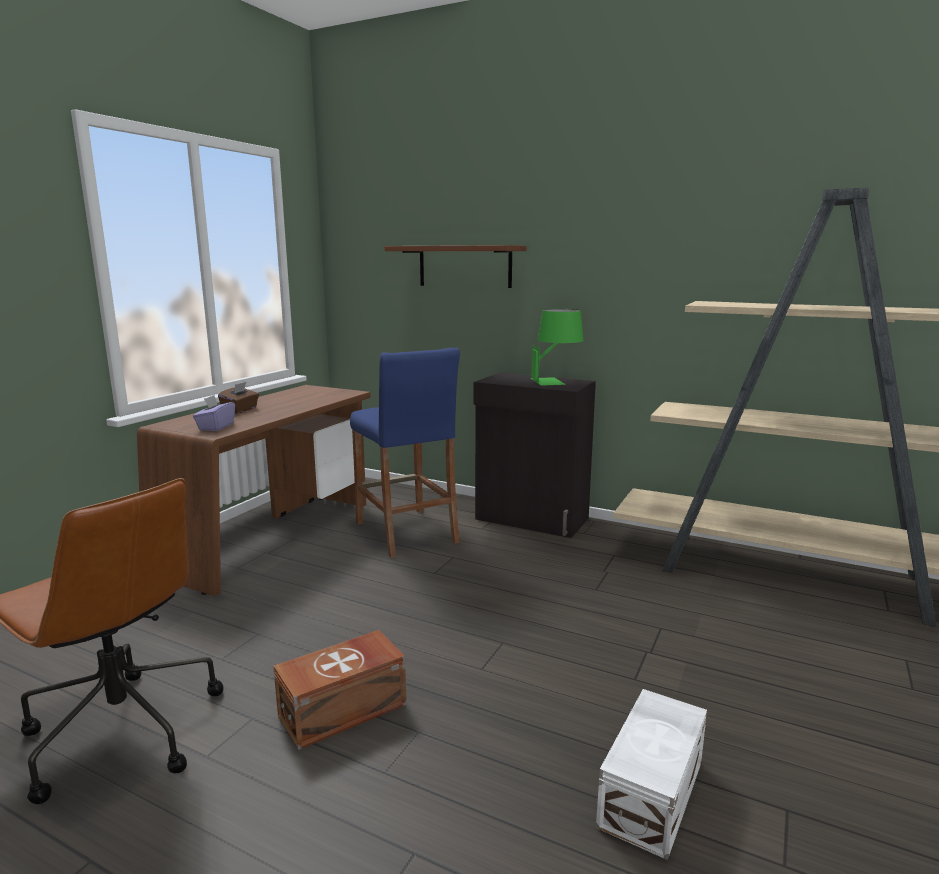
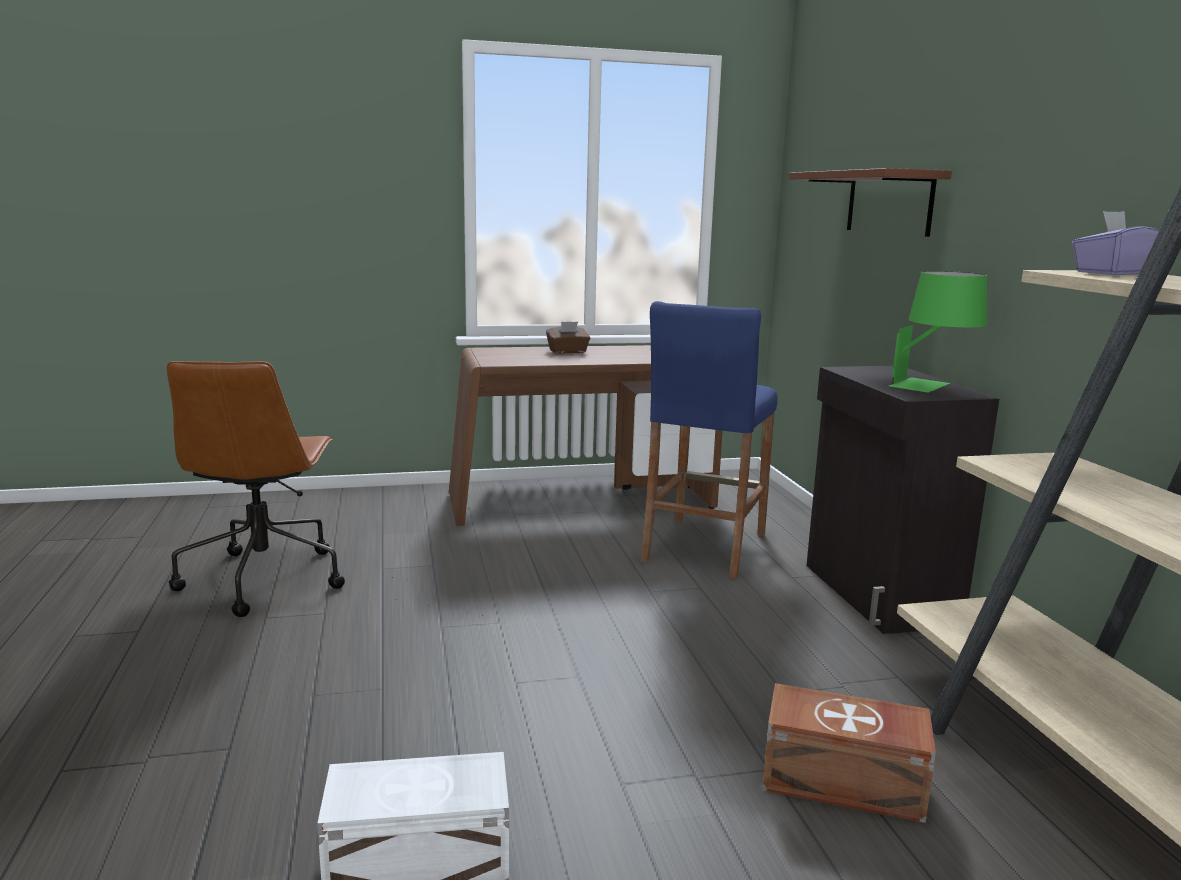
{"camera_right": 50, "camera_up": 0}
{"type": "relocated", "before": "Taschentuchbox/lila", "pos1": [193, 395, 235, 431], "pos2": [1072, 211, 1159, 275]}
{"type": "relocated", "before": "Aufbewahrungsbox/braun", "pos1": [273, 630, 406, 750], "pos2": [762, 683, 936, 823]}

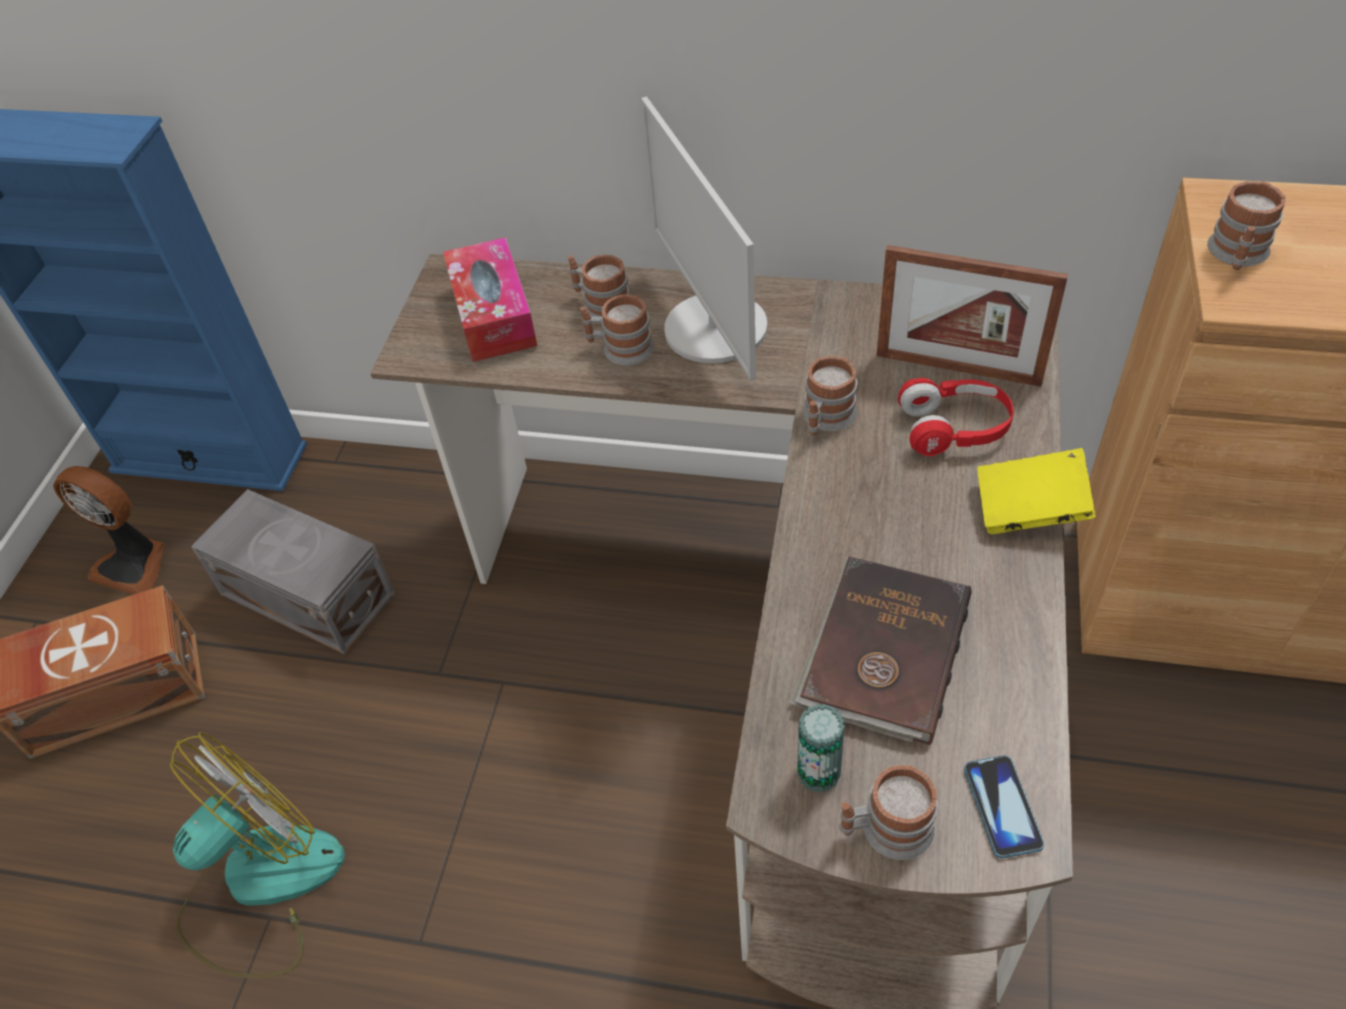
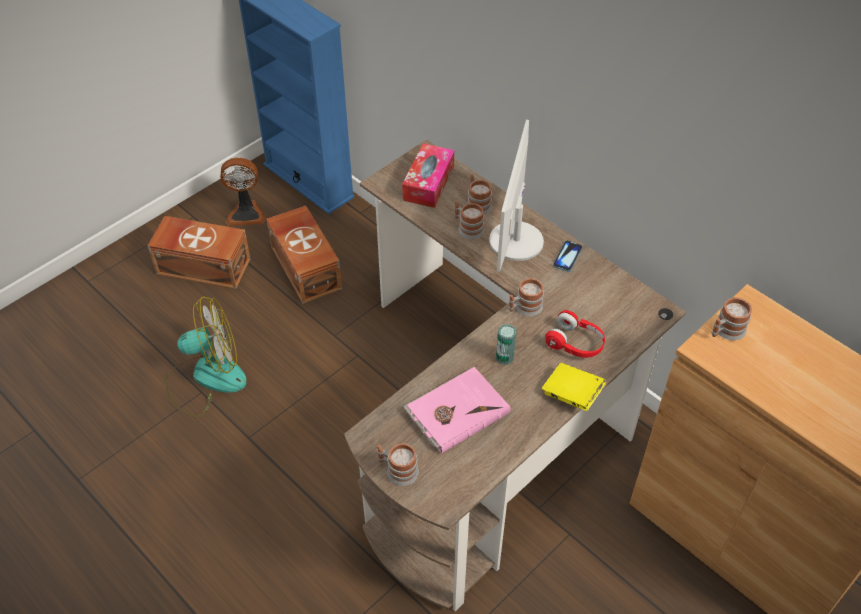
{"camera_right": 30, "camera_up": 0}
{"type": "missing", "before": "Bilderrahmen", "pos1": [876, 245, 1068, 387]}
{"type": "spun", "before": "Ventilator", "pos1": [53, 466, 164, 595], "pos2": [220, 158, 266, 226], "turn": -60}
{"type": "colour", "before": "Aufbewahrungsbox/grau", "after": "Aufbewahrungsbox/braun", "pos1": [191, 489, 395, 655], "pos2": [267, 206, 342, 304]}
{"type": "colour", "before": "Buch/braun", "after": "Buch/rosa", "pos1": [789, 557, 971, 745], "pos2": [403, 367, 511, 454]}
{"type": "relocated", "before": "Dose", "pos1": [797, 704, 845, 793], "pos2": [496, 324, 517, 365]}
{"type": "relocated", "before": "Handy", "pos1": [964, 755, 1044, 858], "pos2": [553, 240, 583, 272]}

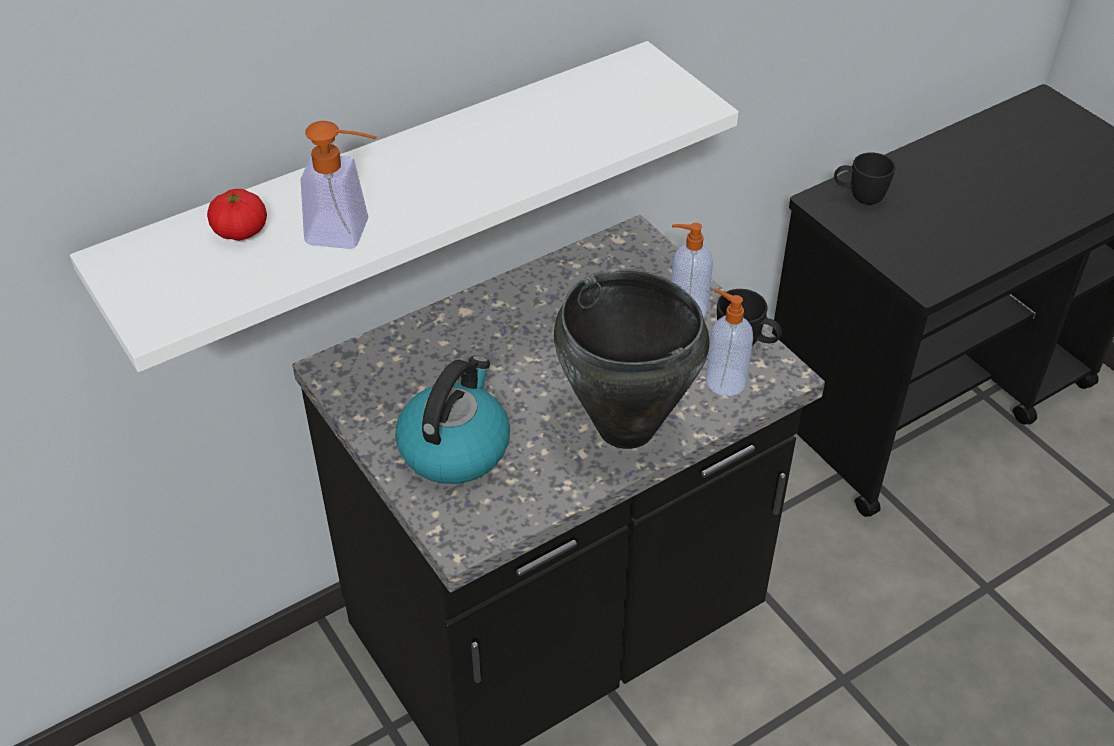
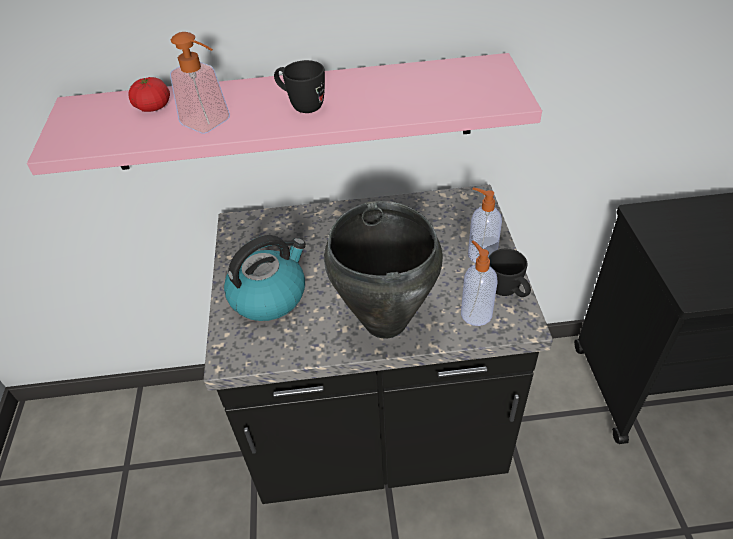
{"camera_right": 30, "camera_up": 0}
{"type": "colour", "before": "Wandregal/weiß", "after": "Wandregal/rosa", "pos1": [70, 41, 739, 372], "pos2": [27, 53, 542, 175]}
{"type": "relocated", "before": "Henkelbecher/schwarz", "pos1": [834, 152, 895, 205], "pos2": [274, 60, 325, 113]}

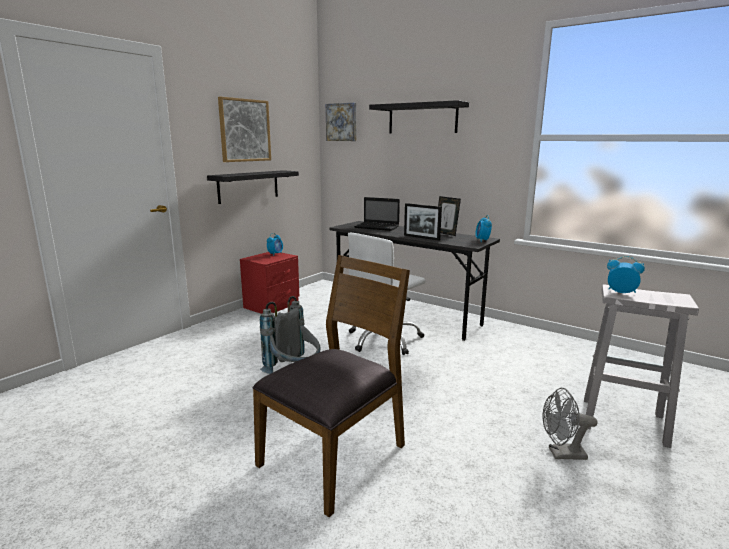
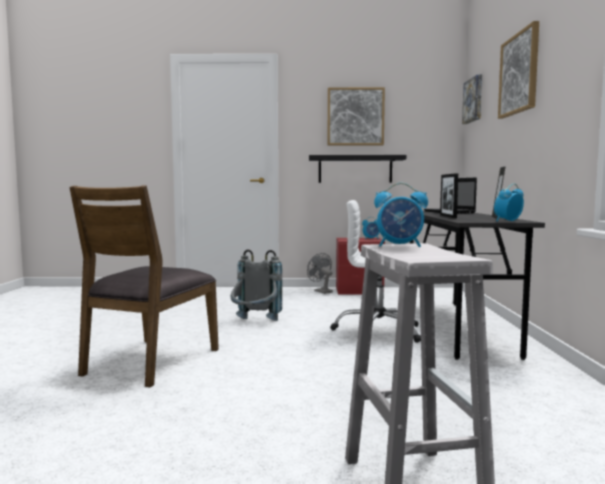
{"camera_right": 55, "camera_up": -10}
{"type": "exchanged", "before": "Wandregal/schwarz", "after": "Bild", "pos1": [369, 100, 469, 133], "pos2": [498, 21, 539, 119]}
{"type": "spun", "before": "Stuhl/braun", "pos1": [252, 255, 410, 517], "pos2": [69, 185, 219, 387], "turn": 105}
{"type": "spun", "before": "Wecker", "pos1": [607, 256, 645, 293], "pos2": [374, 183, 428, 247], "turn": 105}
{"type": "relocated", "before": "Ventilator/grau", "pos1": [542, 388, 597, 460], "pos2": [307, 253, 333, 294]}

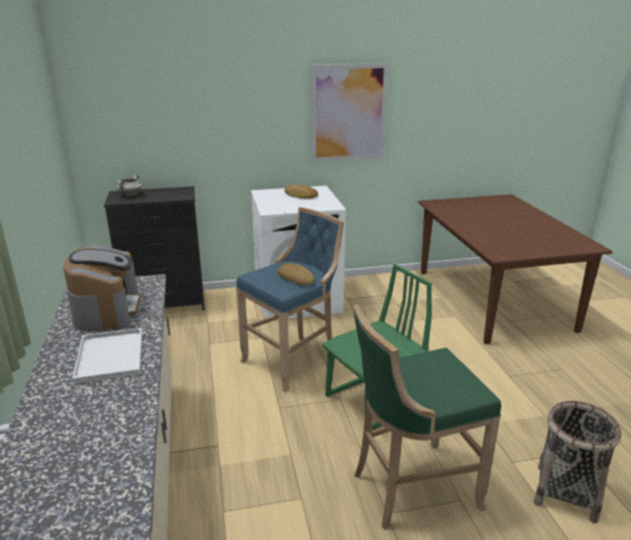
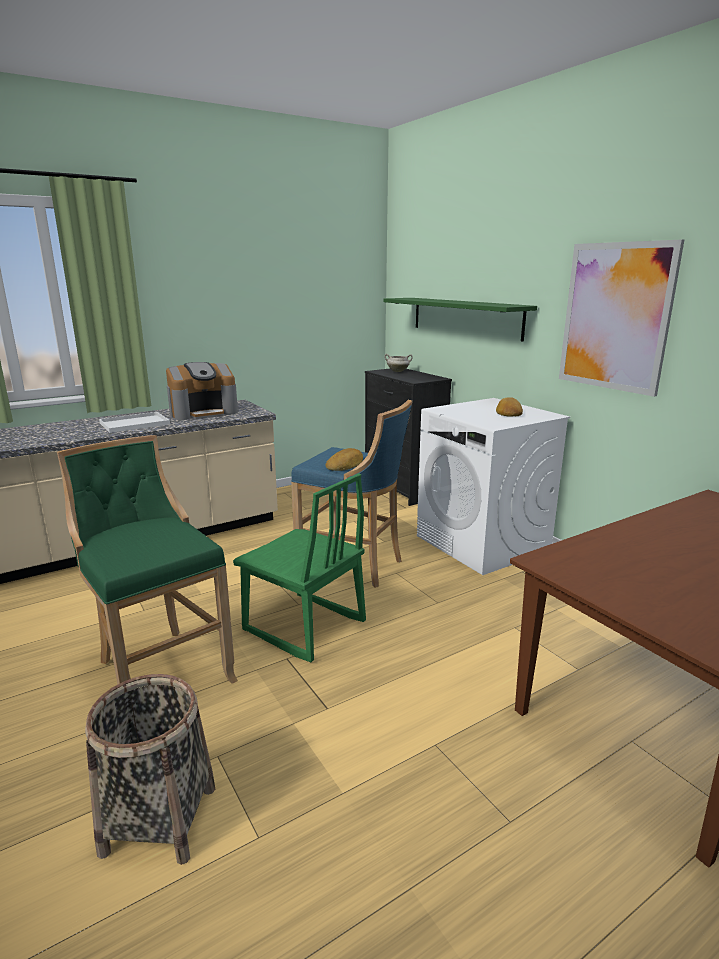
{"camera_right": 70, "camera_up": -5}
{"type": "appeared", "after": "Wandregal/grün", "pos2": [383, 298, 537, 342]}

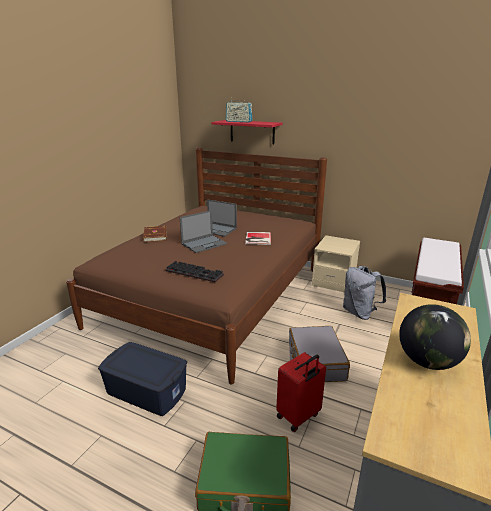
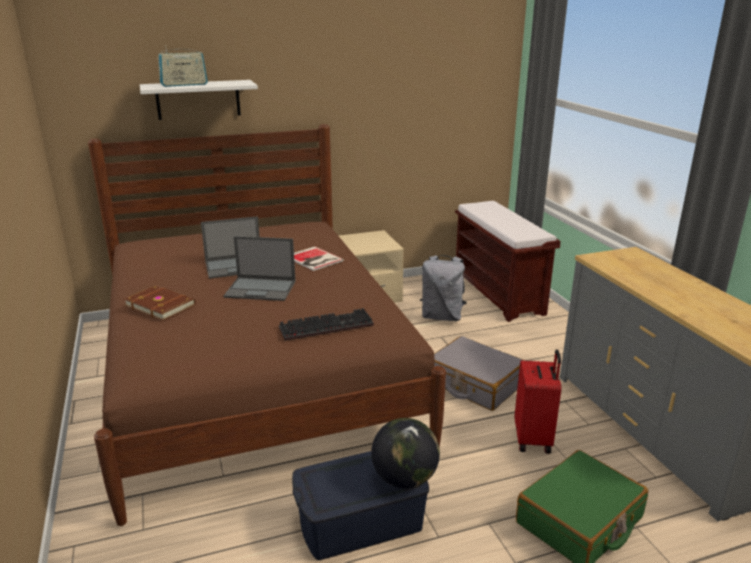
{"camera_right": -45, "camera_up": 0}
{"type": "colour", "before": "Wandregal/rot", "after": "Wandregal/weiß", "pos1": [211, 120, 282, 144], "pos2": [140, 80, 258, 120]}
{"type": "spun", "before": "Laptop", "pos1": [180, 210, 227, 253], "pos2": [223, 236, 296, 301], "turn": 90}
{"type": "relocated", "before": "Globus", "pos1": [399, 304, 471, 370], "pos2": [371, 418, 440, 489]}

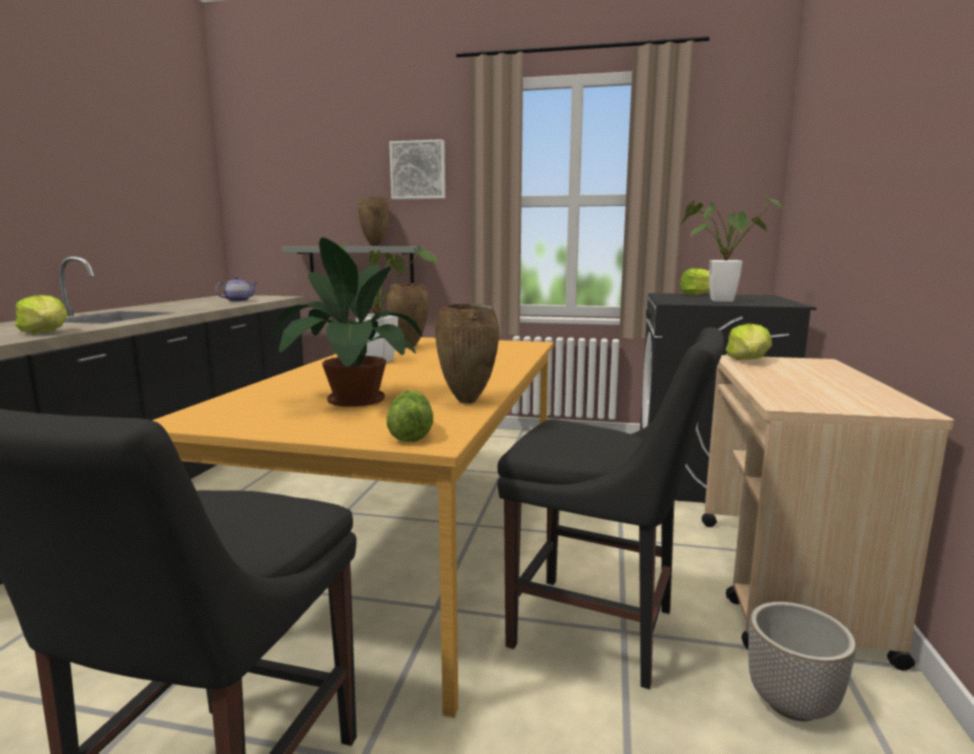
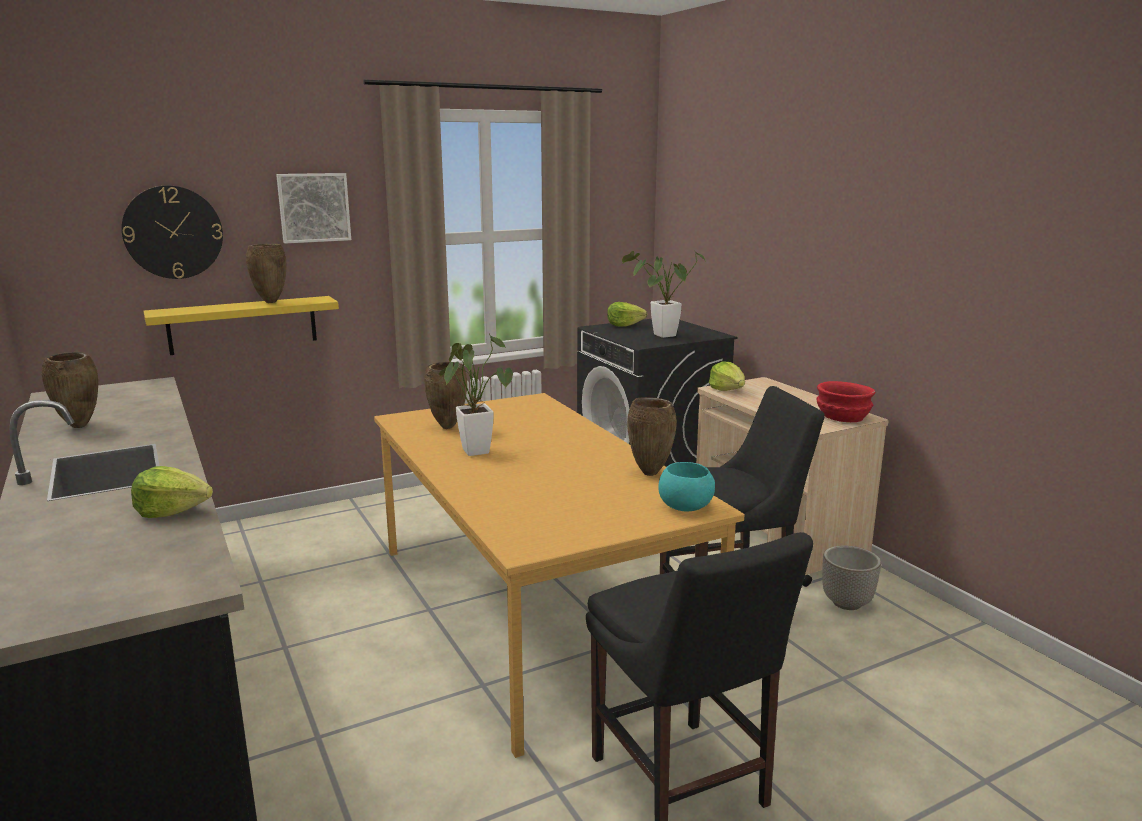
{"camera_right": -40, "camera_up": 5}
{"type": "missing", "before": "Topfpflanze", "pos1": [274, 238, 423, 407]}
{"type": "colour", "before": "Wandregal/grau", "after": "Wandregal/gelb", "pos1": [281, 246, 426, 283], "pos2": [144, 296, 339, 355]}
{"type": "missing", "before": "Teekanne", "pos1": [216, 276, 257, 302]}
{"type": "exchanged", "before": "Salatkopf", "after": "Schüssel/türkis", "pos1": [386, 390, 433, 442], "pos2": [658, 462, 715, 511]}
{"type": "appeared", "after": "Wanduhr", "pos2": [122, 185, 223, 279]}
{"type": "appeared", "after": "Vase/braun", "pos2": [42, 352, 98, 428]}
{"type": "appeared", "after": "Schüssel/rot", "pos2": [817, 381, 875, 422]}

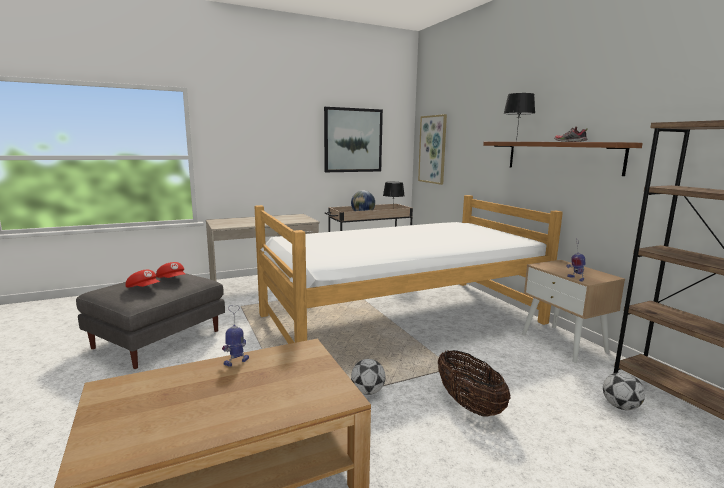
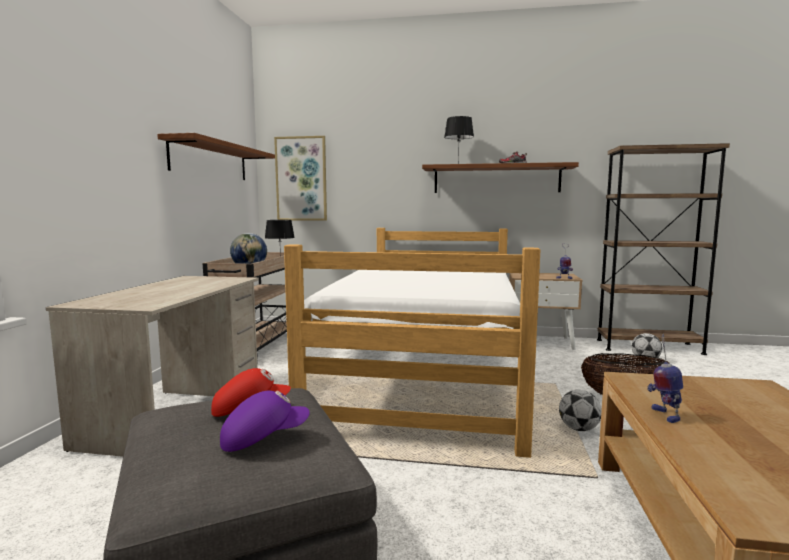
{"camera_right": -55, "camera_up": -5}
{"type": "exchanged", "before": "Bild", "after": "Wandregal", "pos1": [324, 107, 383, 172], "pos2": [157, 133, 275, 180]}
{"type": "colour", "before": "Kappe/rot", "after": "Kappe/lila", "pos1": [126, 270, 160, 288], "pos2": [220, 391, 310, 452]}

